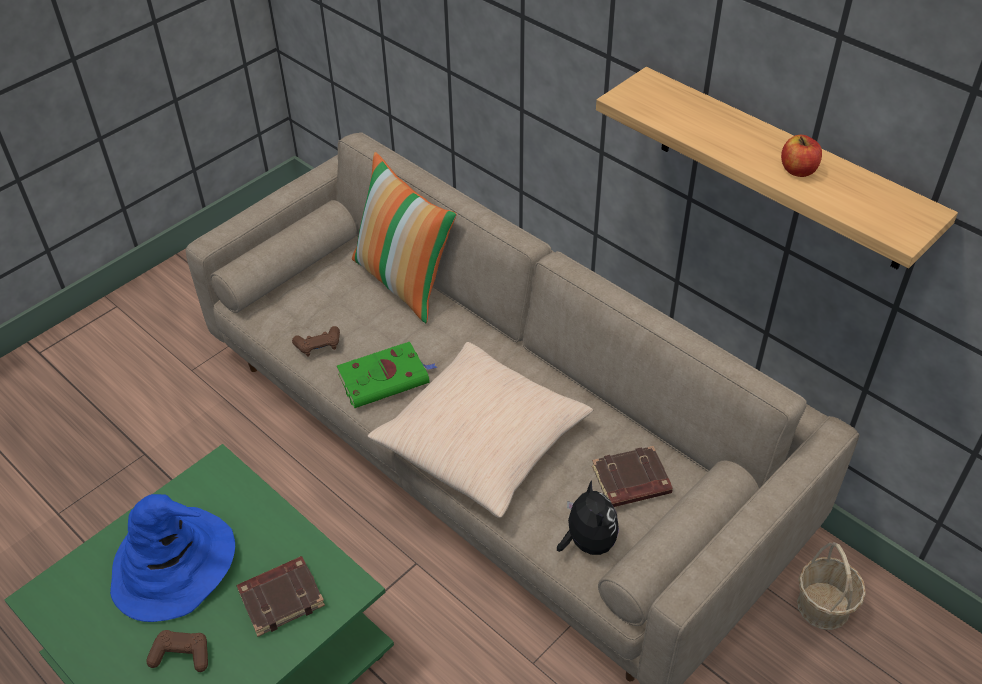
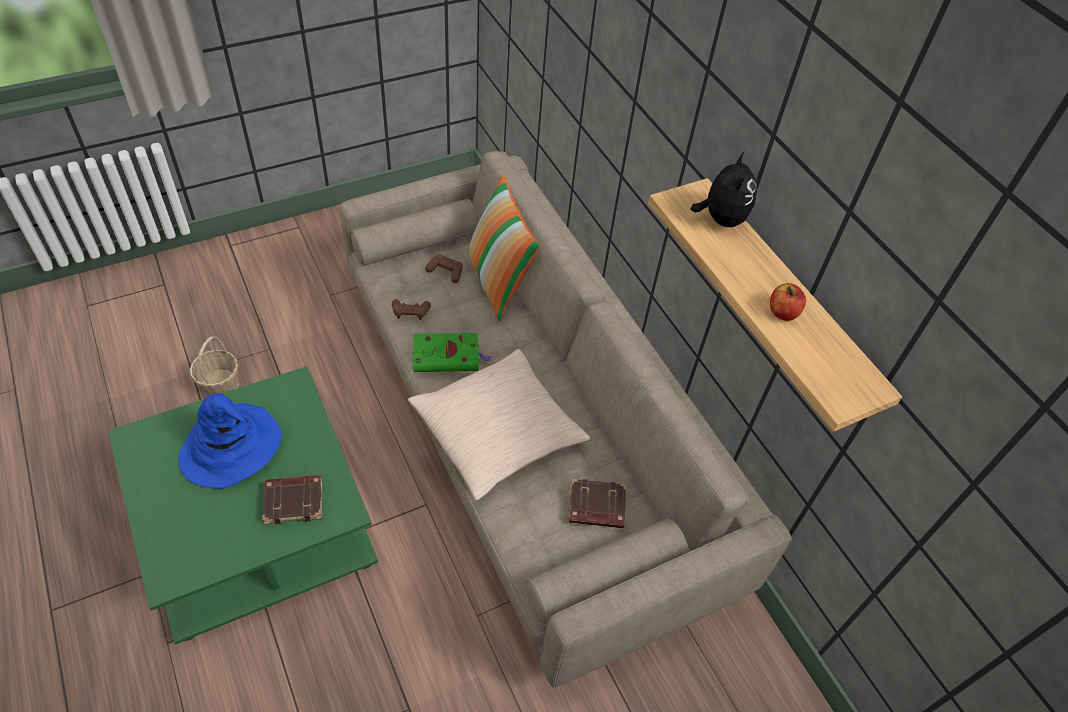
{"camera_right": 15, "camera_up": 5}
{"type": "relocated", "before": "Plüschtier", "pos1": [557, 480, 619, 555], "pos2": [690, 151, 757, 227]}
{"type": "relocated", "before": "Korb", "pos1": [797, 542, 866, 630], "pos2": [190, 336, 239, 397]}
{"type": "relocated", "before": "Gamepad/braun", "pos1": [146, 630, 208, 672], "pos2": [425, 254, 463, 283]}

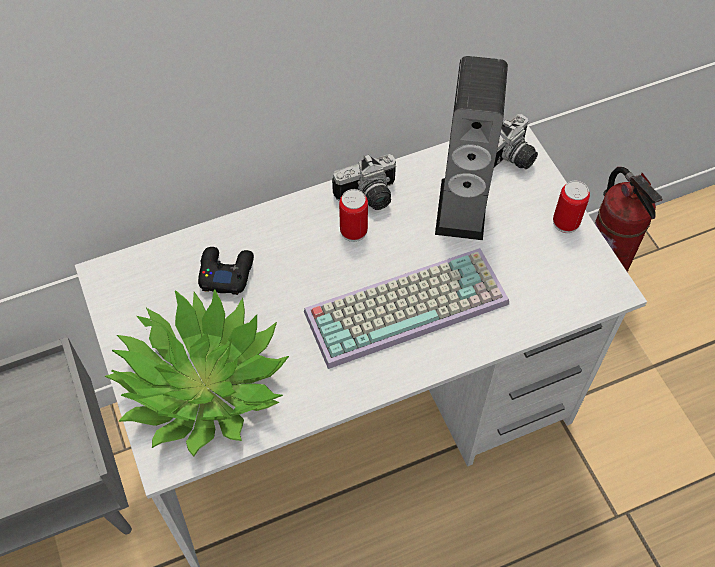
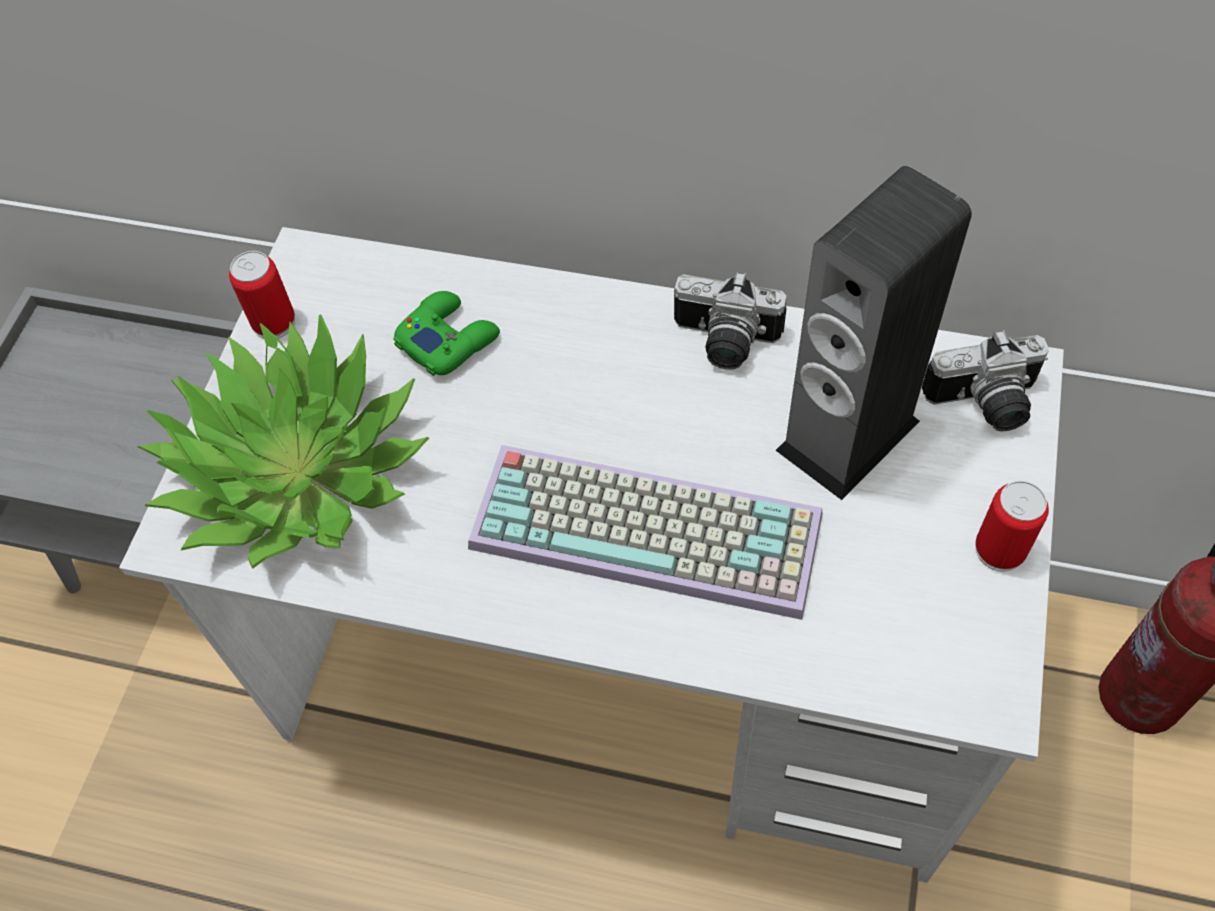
{"camera_right": 40, "camera_up": 0}
{"type": "relocated", "before": "Dose", "pos1": [339, 189, 368, 242], "pos2": [229, 251, 295, 338]}
{"type": "colour", "before": "Gamepad/schwarz", "after": "Gamepad/grün", "pos1": [198, 247, 254, 295], "pos2": [393, 291, 500, 376]}

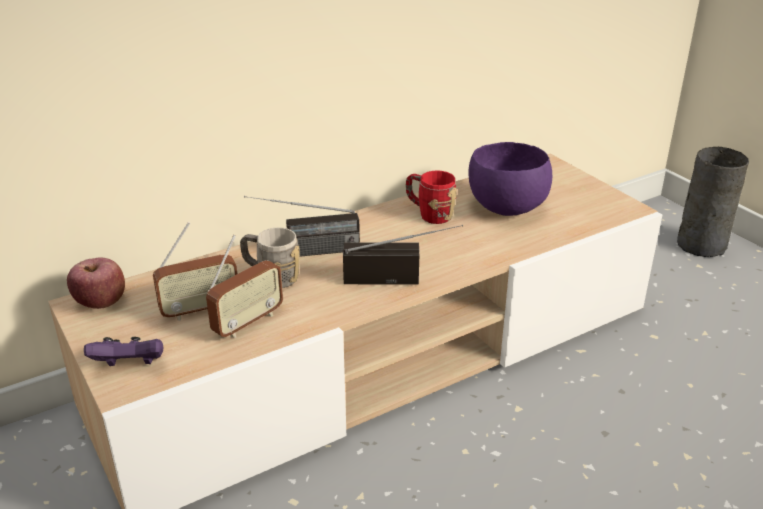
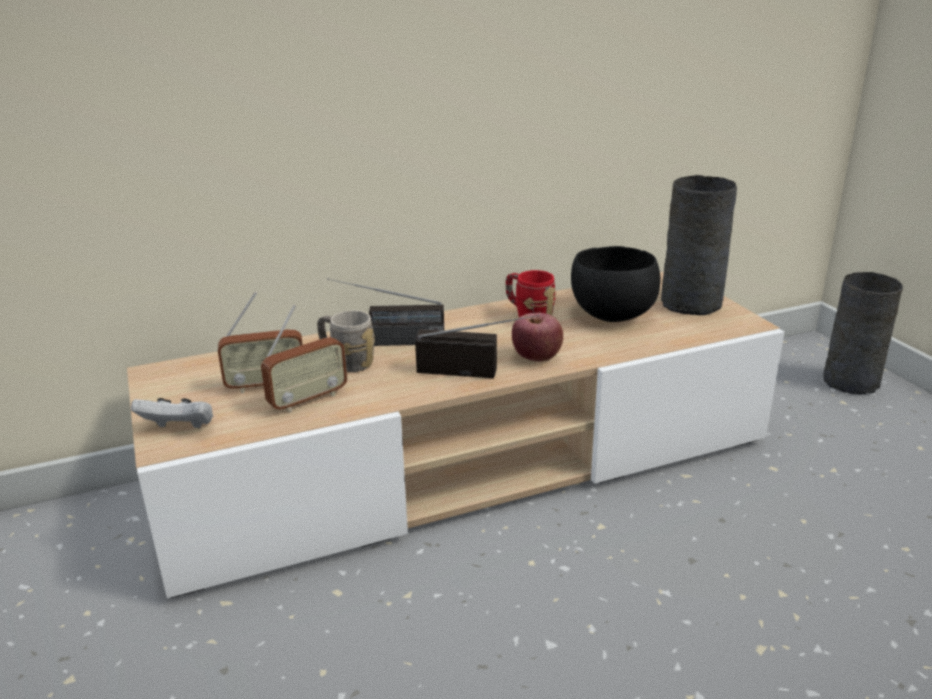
{"camera_right": 10, "camera_up": -5}
{"type": "colour", "before": "Schüssel/lila", "after": "Schüssel/schwarz", "pos1": [468, 142, 552, 216], "pos2": [571, 246, 661, 322]}
{"type": "relocated", "before": "Apfel", "pos1": [67, 257, 125, 309], "pos2": [512, 313, 563, 362]}
{"type": "colour", "before": "Gamepad/lila", "after": "Gamepad/weiß", "pos1": [84, 337, 163, 366], "pos2": [131, 398, 213, 428]}
{"type": "appeared", "after": "Vase/grau", "pos2": [661, 175, 737, 315]}

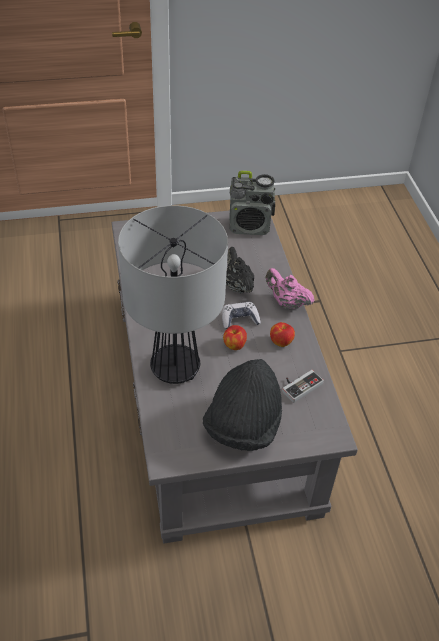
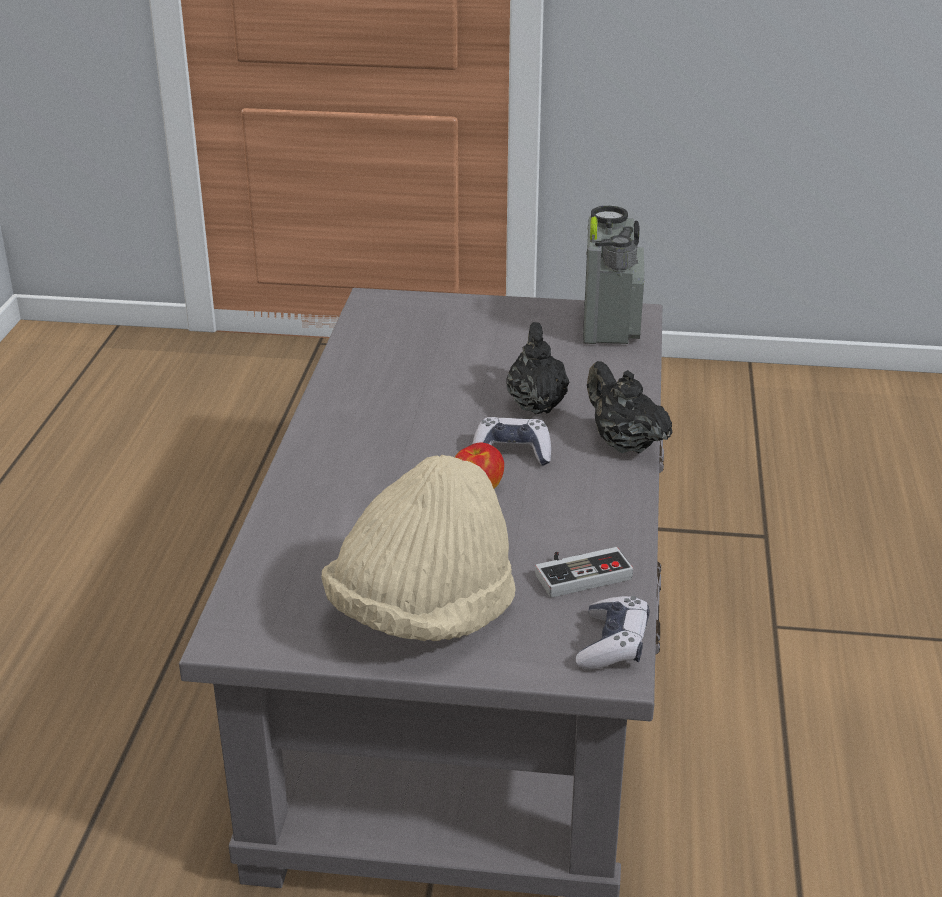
{"camera_right": 20, "camera_up": -15}
{"type": "spun", "before": "Radio", "pos1": [229, 171, 275, 235], "pos2": [582, 206, 644, 344], "turn": -105}
{"type": "missing", "before": "Tischlampe", "pos1": [118, 205, 228, 384]}
{"type": "colour", "before": "Teekanne/rosa", "after": "Teekanne/schwarz", "pos1": [266, 268, 314, 310], "pos2": [587, 361, 673, 453]}
{"type": "missing", "before": "Apfel", "pos1": [270, 322, 295, 347]}
{"type": "colour", "before": "Hut/schwarz", "after": "Hut/beige", "pos1": [203, 359, 282, 451], "pos2": [321, 455, 515, 641]}
{"type": "appeared", "after": "Gamepad", "pos2": [576, 596, 650, 669]}

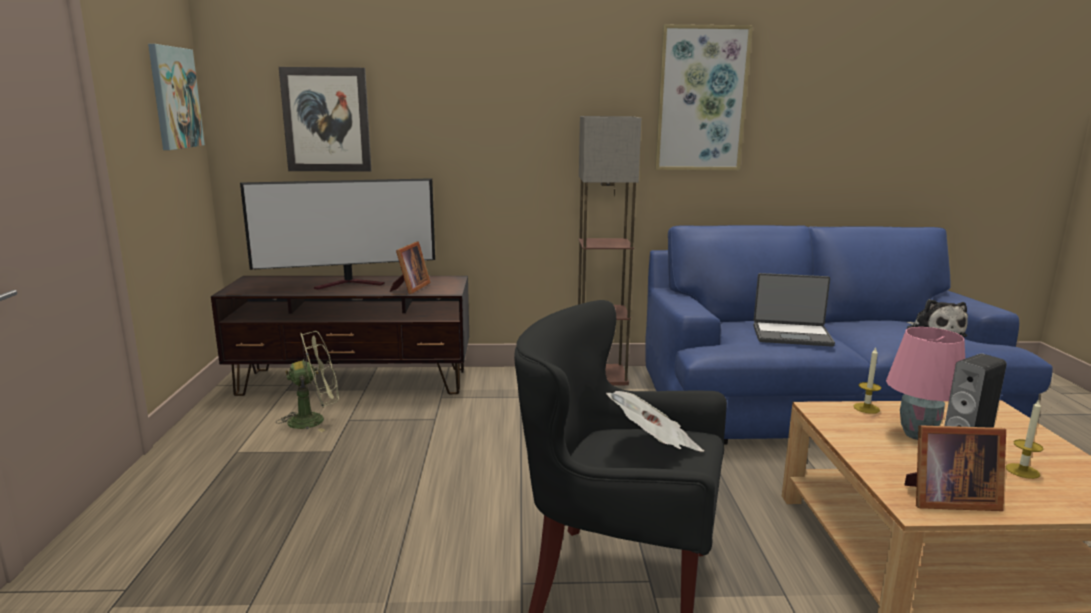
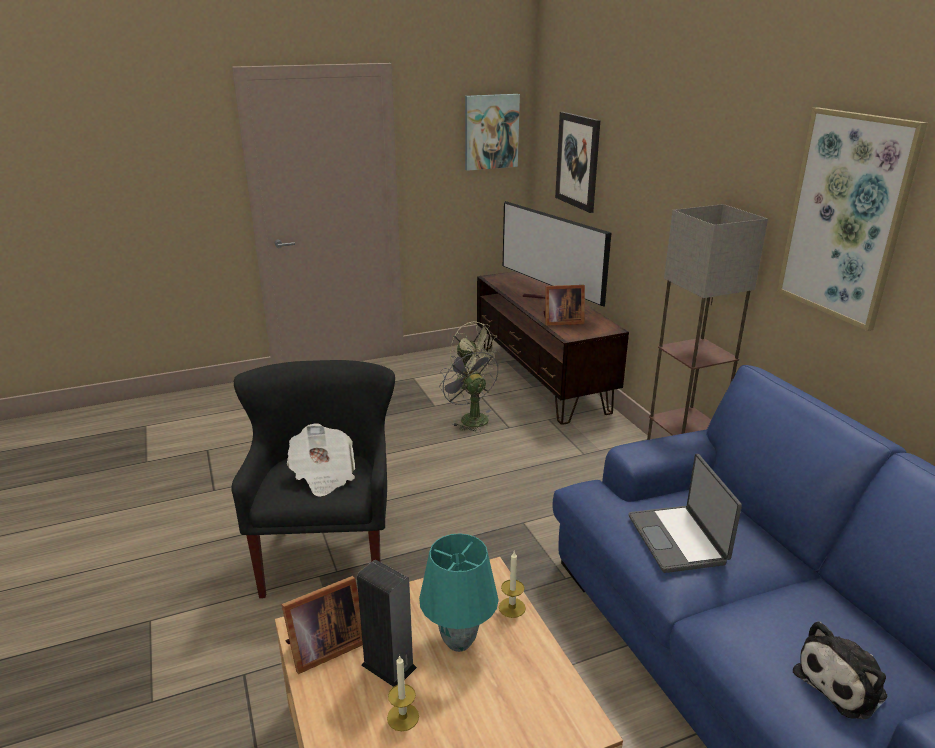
{"camera_right": 70, "camera_up": 10}
{"type": "colour", "before": "Tischlampe/rosa", "after": "Tischlampe/türkis", "pos1": [886, 327, 965, 440], "pos2": [419, 533, 499, 652]}
{"type": "spun", "before": "Bilderrahmen", "pos1": [905, 425, 1006, 511], "pos2": [281, 576, 363, 674], "turn": -105}
{"type": "appeared", "after": "Ventilator/grau", "pos2": [439, 347, 498, 432]}

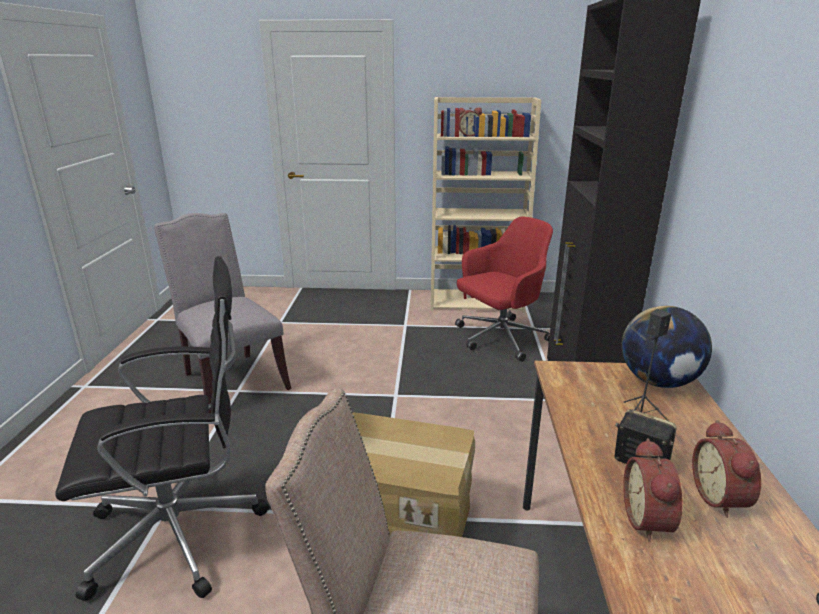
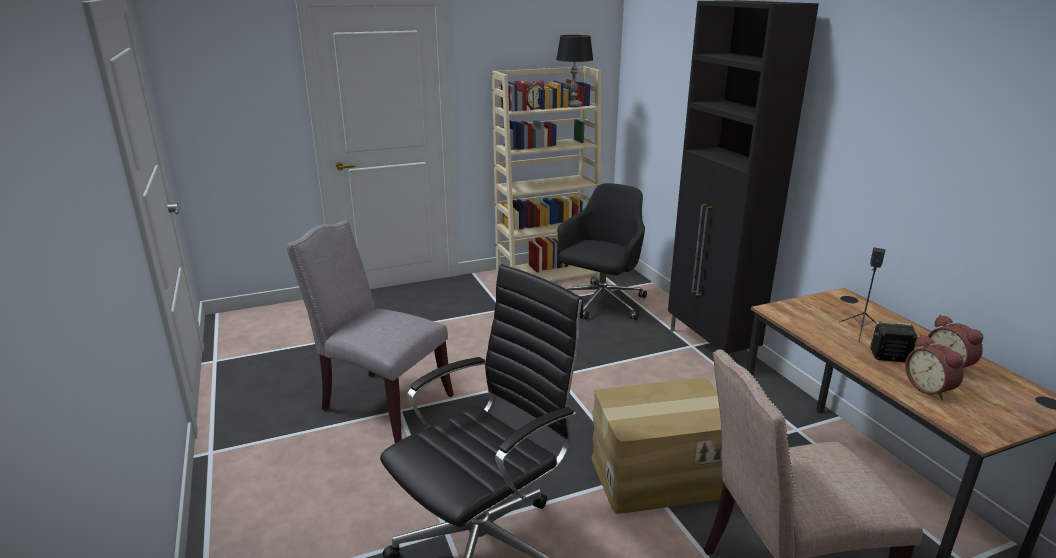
{"camera_right": -25, "camera_up": 0}
{"type": "colour", "before": "Bürostuhl/rot", "after": "Bürostuhl/schwarz", "pos1": [455, 217, 553, 362], "pos2": [557, 183, 647, 320]}
{"type": "missing", "before": "Globus", "pos1": [622, 306, 712, 388]}
{"type": "appeared", "after": "Tischlampe", "pos2": [556, 35, 593, 107]}

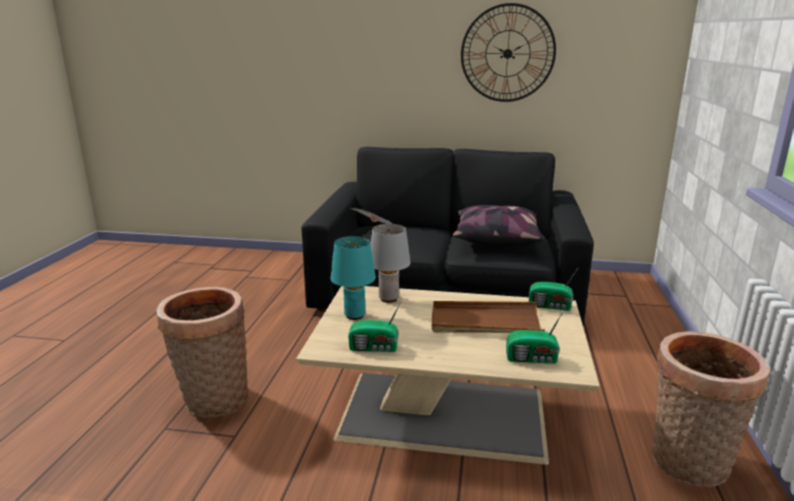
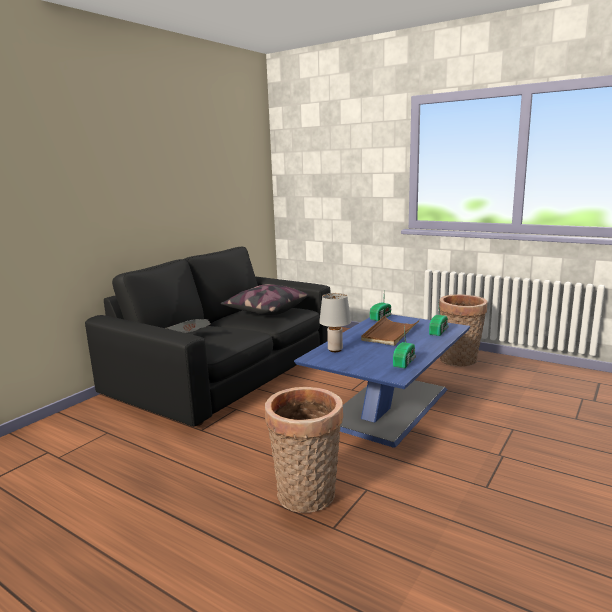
{"camera_right": -65, "camera_up": -5}
{"type": "missing", "before": "Wanduhr", "pos1": [461, 3, 556, 102]}
{"type": "missing", "before": "Tischlampe/türkis", "pos1": [331, 236, 376, 320]}
{"type": "colour", "before": "Couchtisch/beige", "after": "Couchtisch/blau", "pos1": [296, 286, 600, 465], "pos2": [294, 314, 470, 448]}

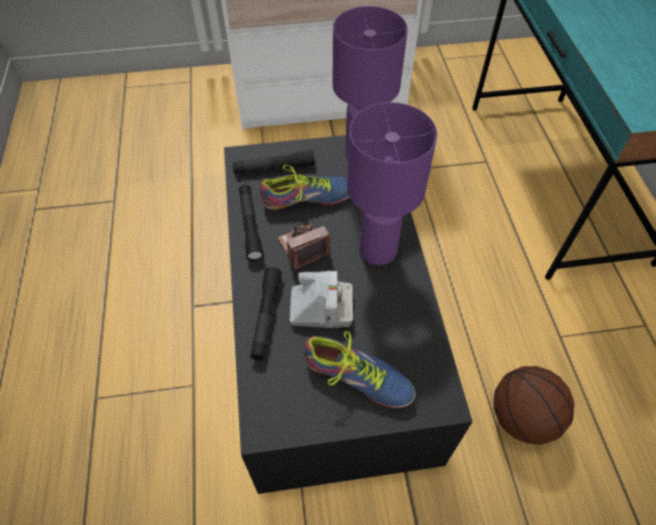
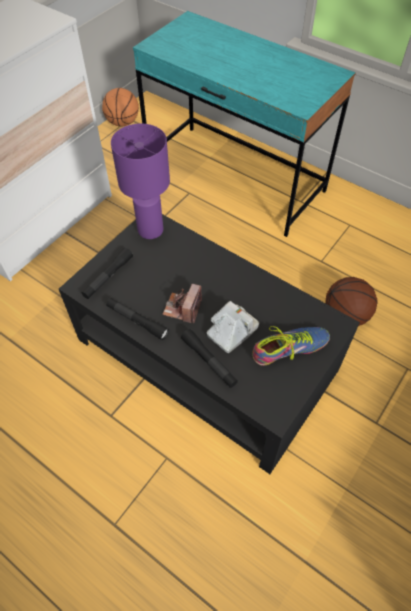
{"camera_right": -45, "camera_up": 0}
{"type": "missing", "before": "Tischlampe/lila", "pos1": [347, 102, 437, 265]}
{"type": "missing", "before": "Schuh", "pos1": [260, 165, 350, 210]}
{"type": "appeared", "after": "Basketball", "pos2": [102, 88, 139, 127]}

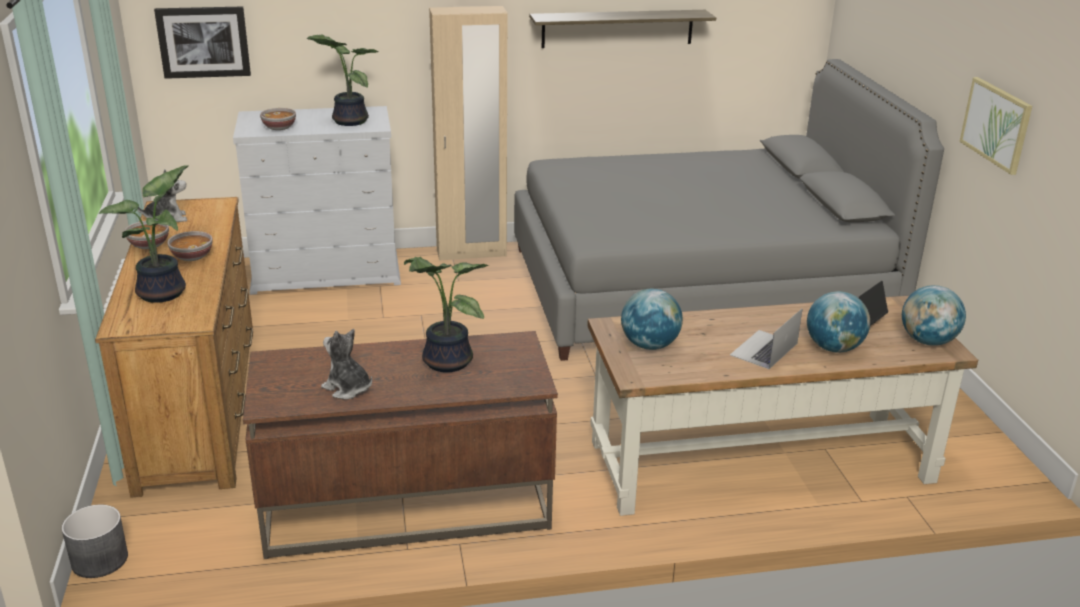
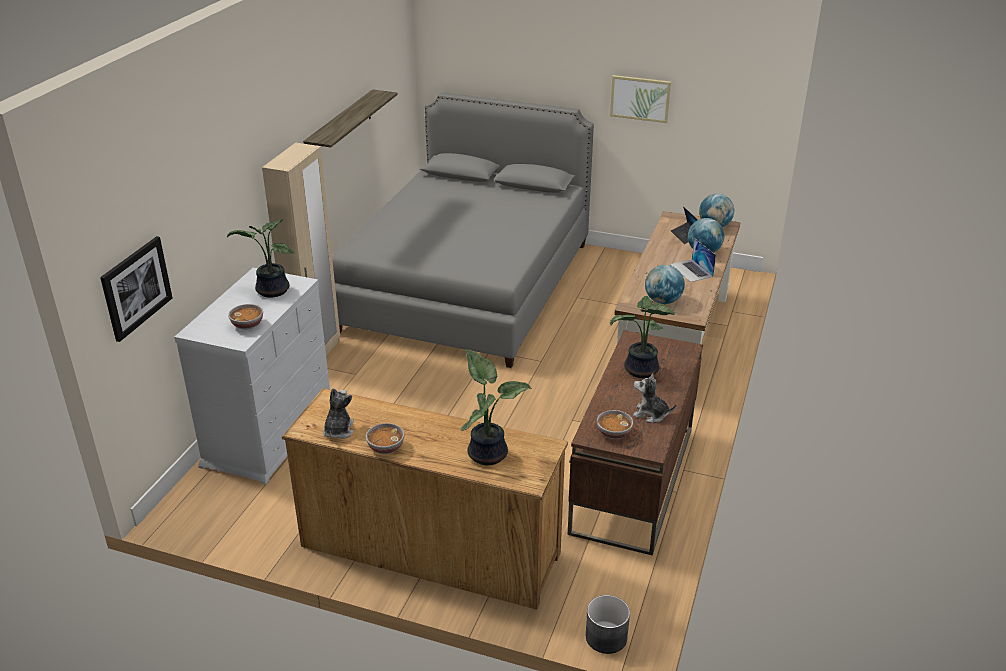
{"camera_right": -60, "camera_up": 5}
{"type": "relocated", "before": "Schüssel", "pos1": [167, 231, 213, 261], "pos2": [597, 410, 633, 439]}
{"type": "spun", "before": "Plüschtier", "pos1": [321, 329, 372, 399], "pos2": [633, 373, 676, 423], "turn": 45}

